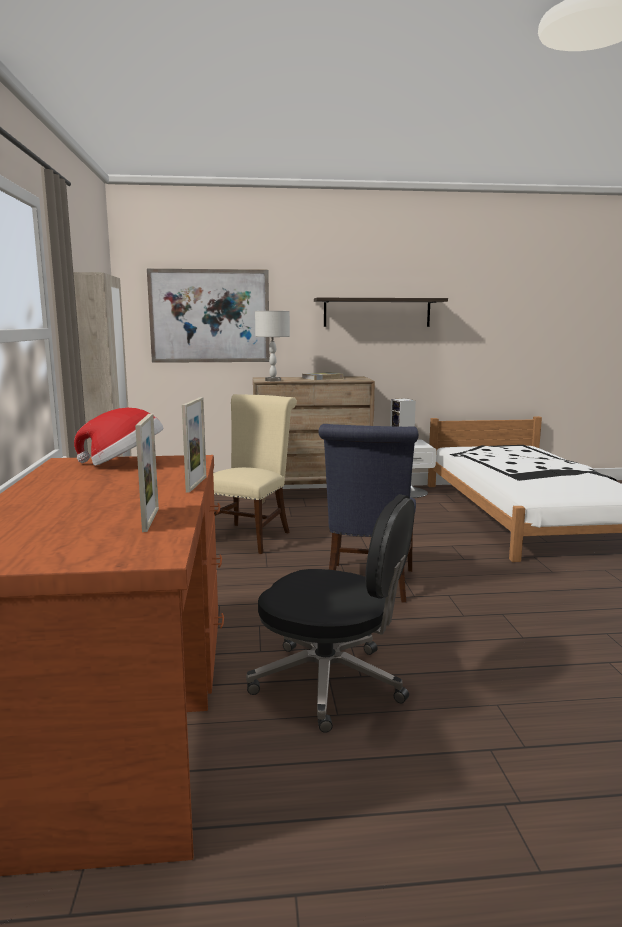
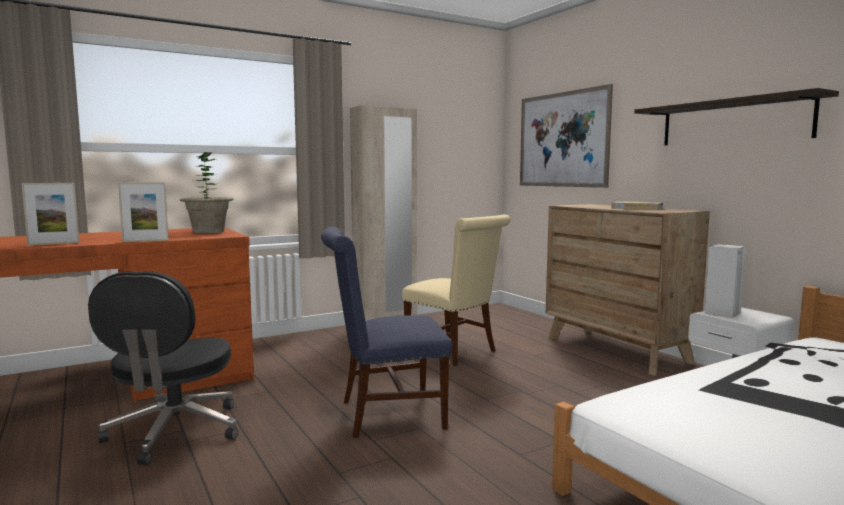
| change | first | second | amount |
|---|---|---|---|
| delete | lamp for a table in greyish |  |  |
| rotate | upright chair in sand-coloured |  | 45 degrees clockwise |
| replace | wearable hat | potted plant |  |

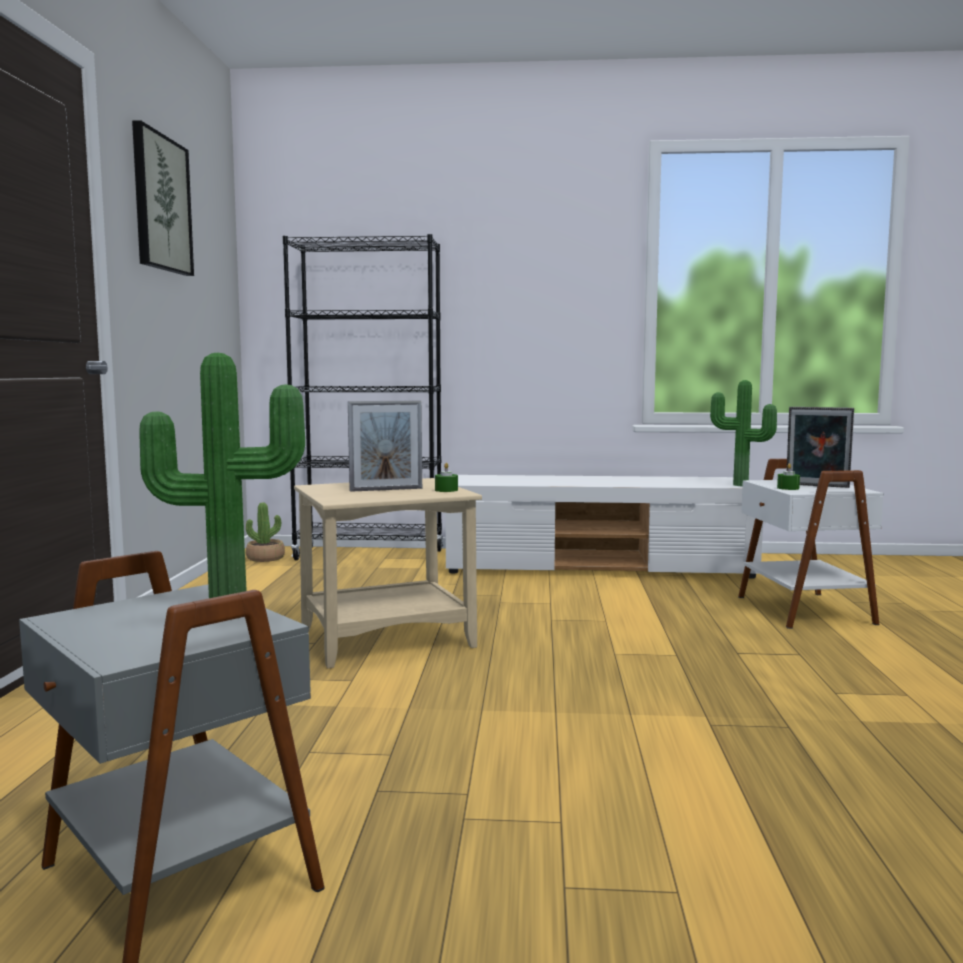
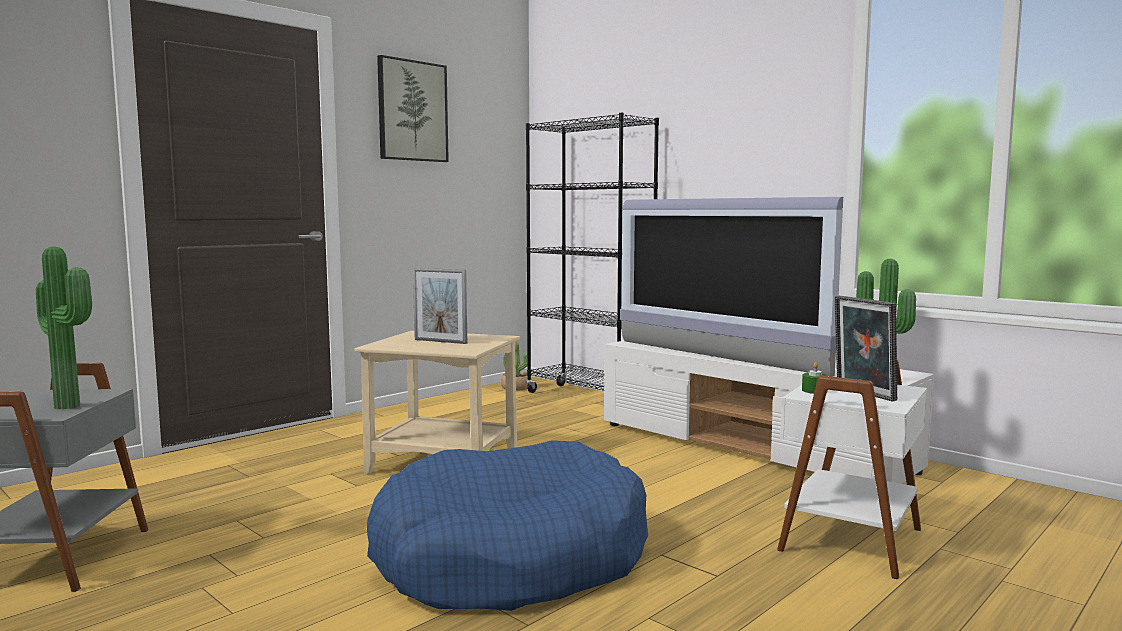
| change | first | second | amount |
|---|---|---|---|
| delete | wax candle in green (1st from left) |  |  |
| insert |  | TV set |  |
| insert |  | dog cushion in blue-coloured |  |

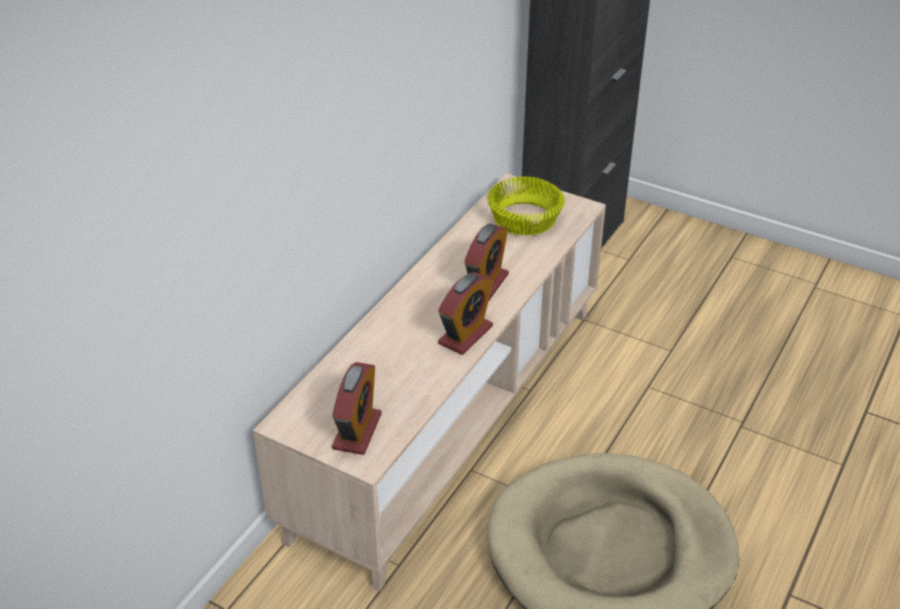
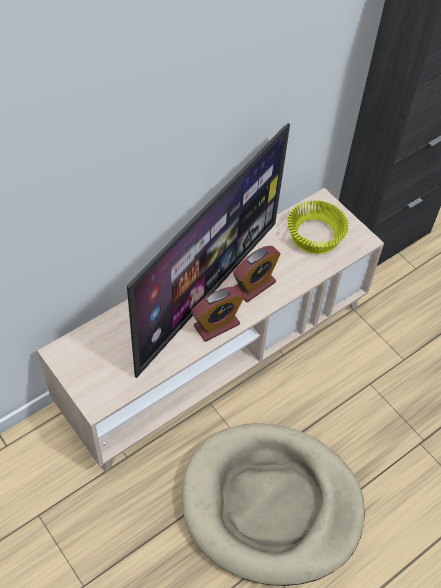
| change | first | second | amount |
|---|---|---|---|
| delete | bedside clock (1st from left) |  |  |
| insert |  | TV set |  |

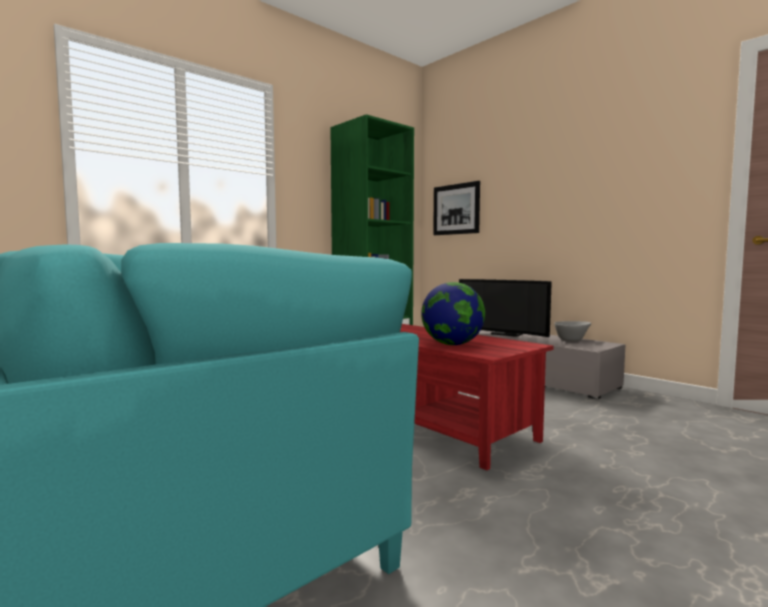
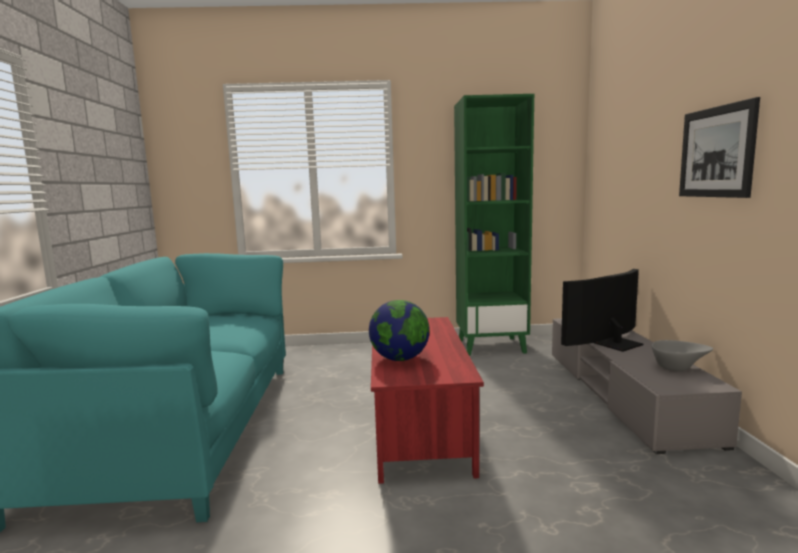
| change | first | second | amount |
|---|---|---|---|
| move | wall art |  |  |
| rotate | TV set |  | 75 degrees clockwise |

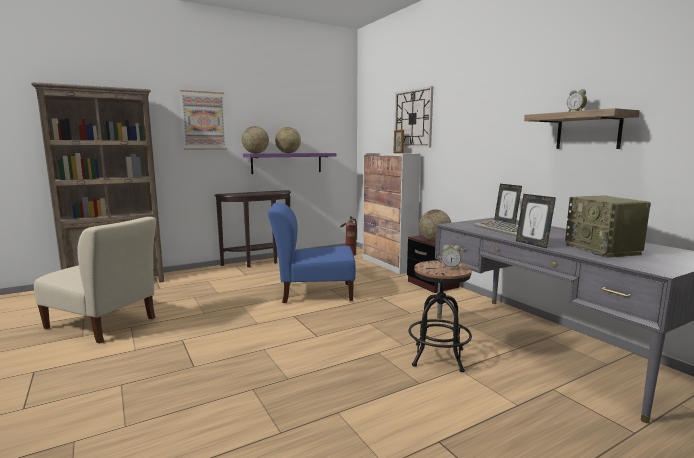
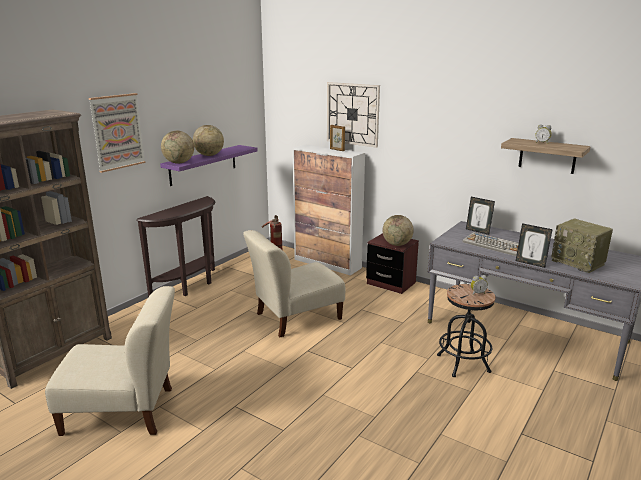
| change | first | second | amount |
|---|---|---|---|
| recolor | upright chair in blue-coloured | upright chair in sand-coloured (2nd from left) |  |

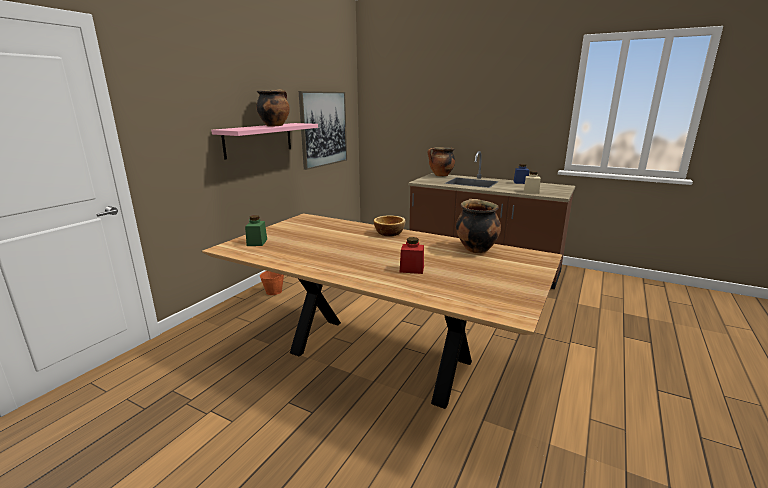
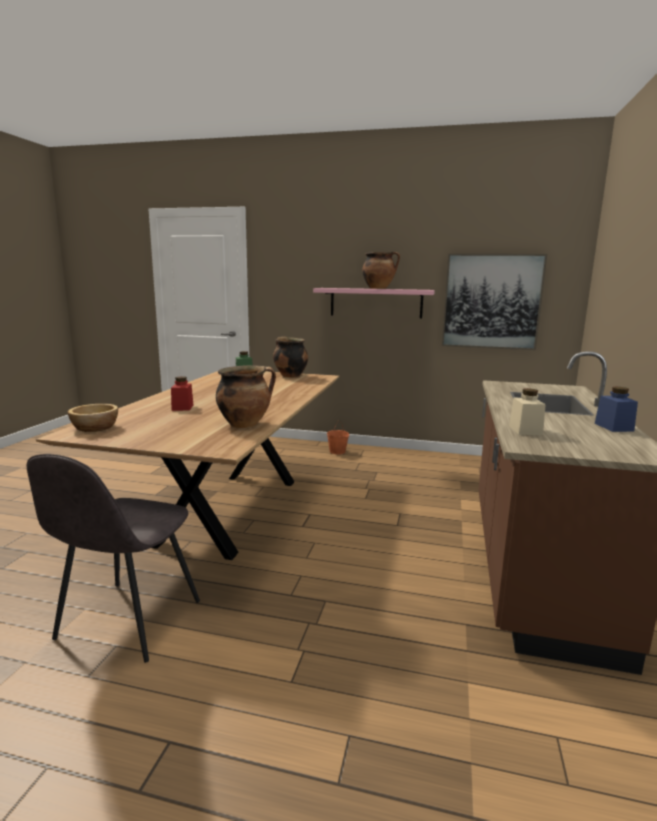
| change | first | second | amount |
|---|---|---|---|
| move | cooking pot (2nd from left) |  |  |
| move | serving bowl |  |  |
| insert |  | upright chair in greyish |  |

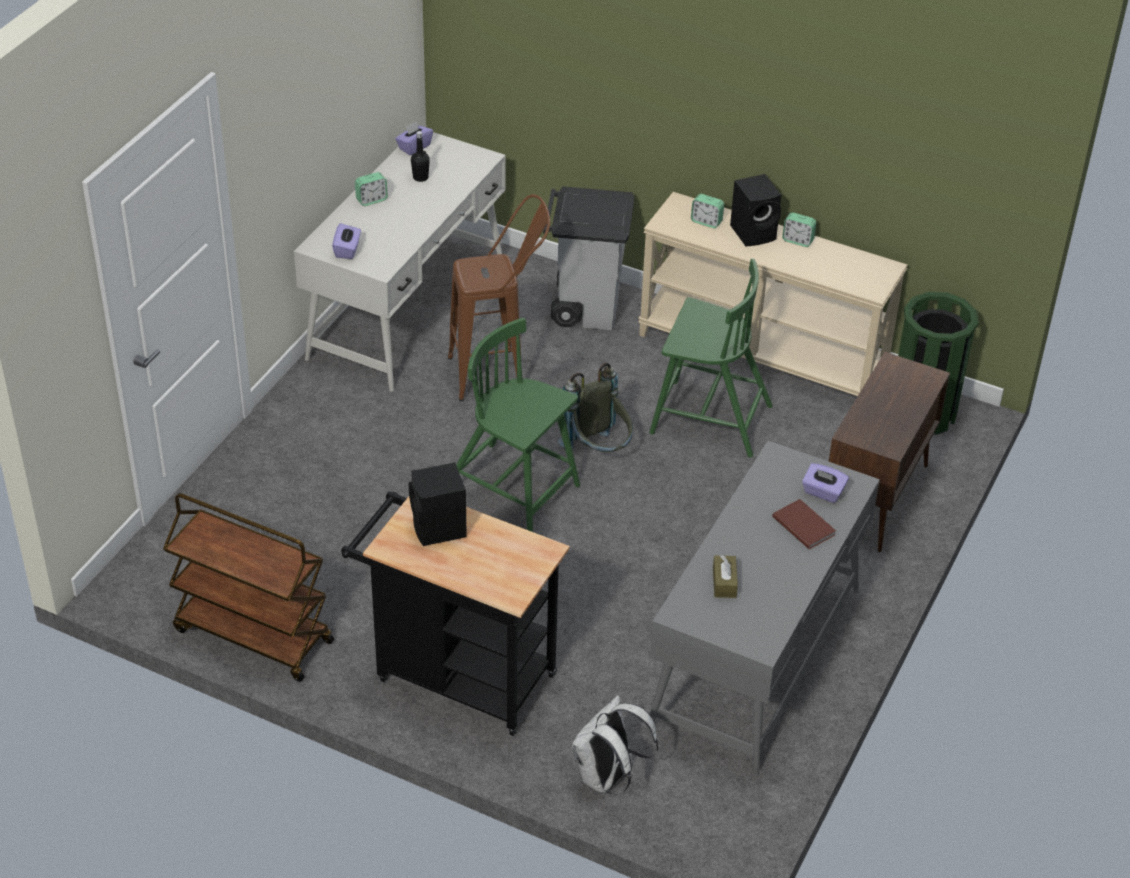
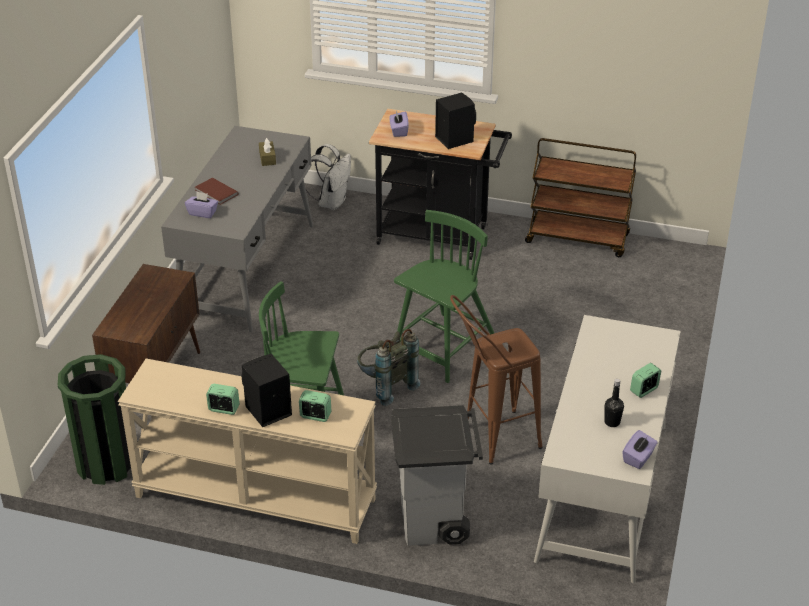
| change | first | second | amount |
|---|---|---|---|
| move | tissue holder in purple (1st from left in the first image) | tissue holder in purple (2nd from left) |  |
| rotate | upright chair in green (1st from left in the first image) | upright chair in green (2nd from left) | 75 degrees counterclockwise |

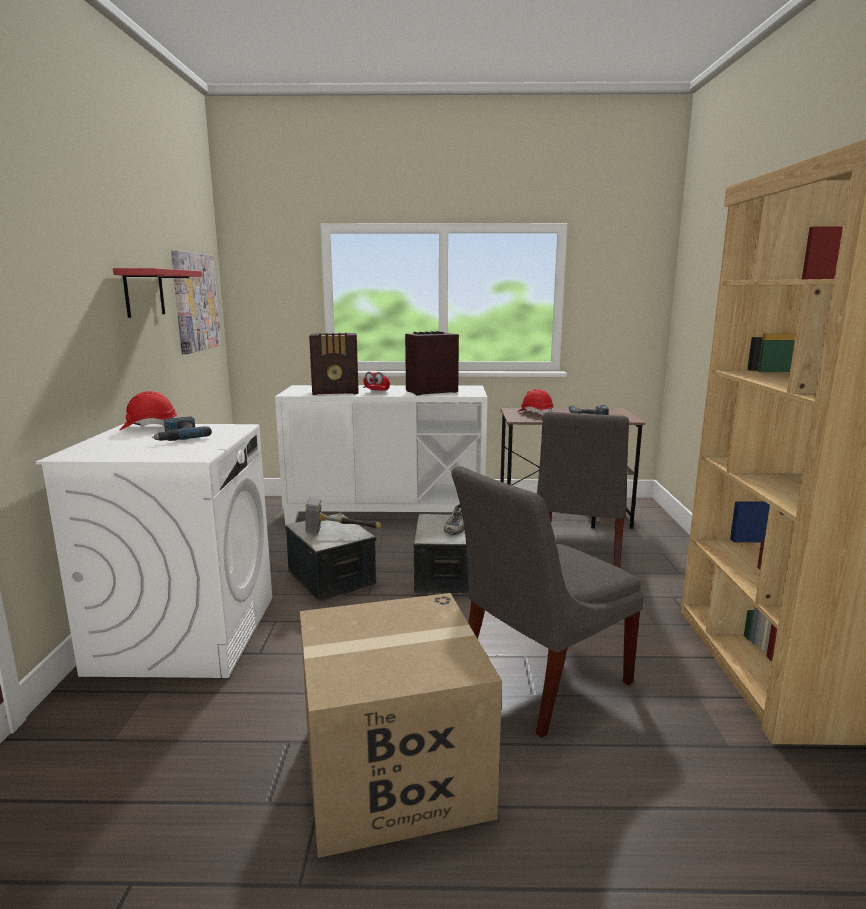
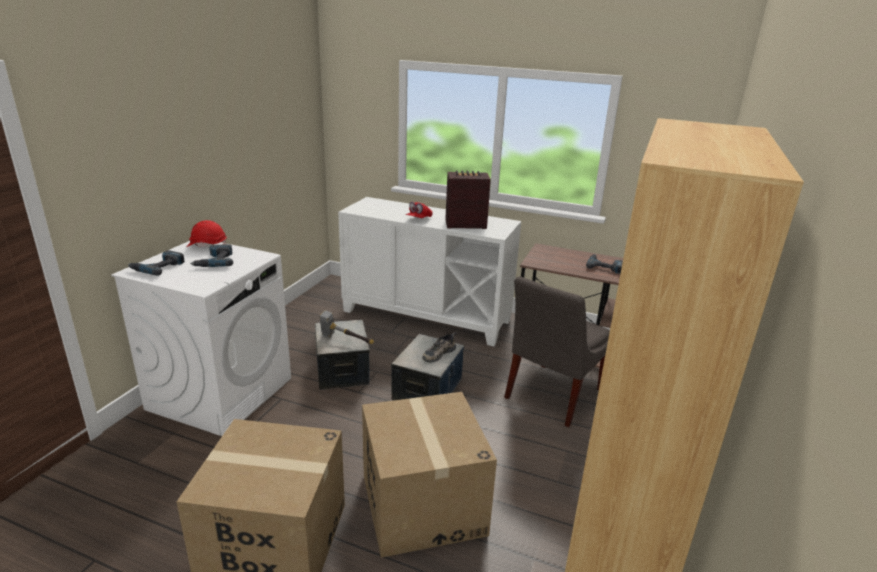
| change | first | second | amount |
|---|---|---|---|
| delete | wall art |  |  |
| delete | bracket shelf in red-coloured |  |  |
| delete | radio set (1st from left) |  |  |
| delete | work helmet in red-coloured (2nd from left) |  |  |
| replace | upright chair in greyish (1st from left) | packing box (2nd from left) |  |
| insert |  | drill (1st from left) |  |

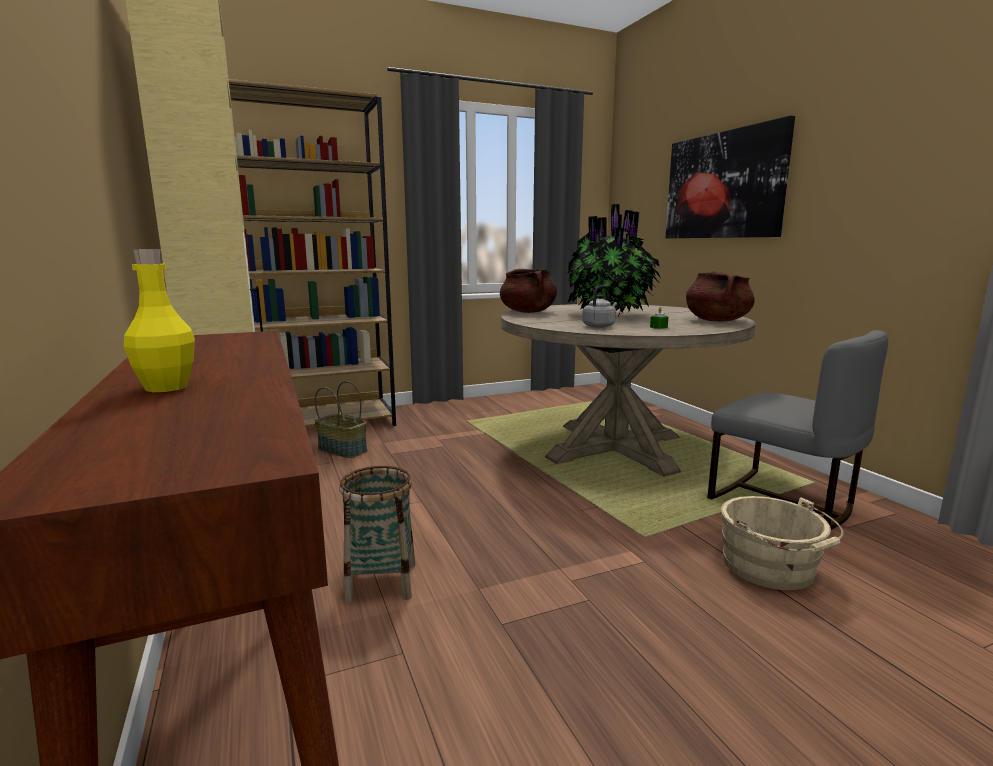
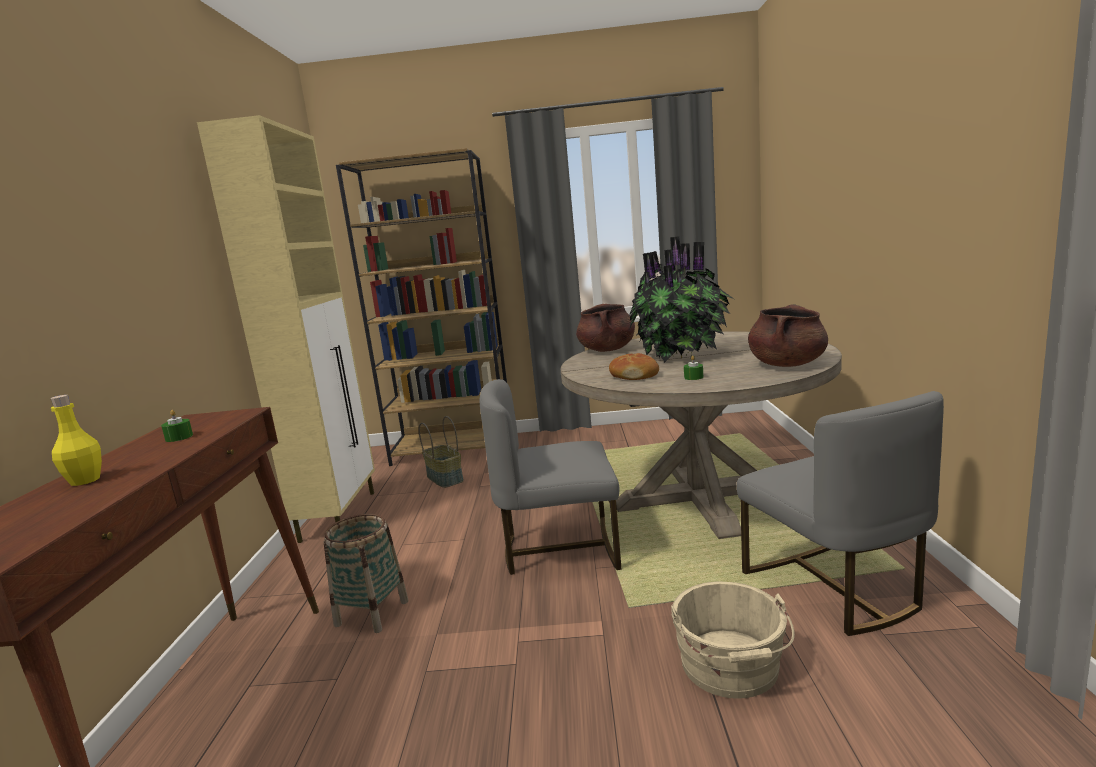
| change | first | second | amount |
|---|---|---|---|
| delete | wall art |  |  |
| replace | kettle in greyish | bread |  |
| insert |  | upright chair in greyish (1st from left) |  |
| insert |  | wax candle in green (1st from left) |  |

